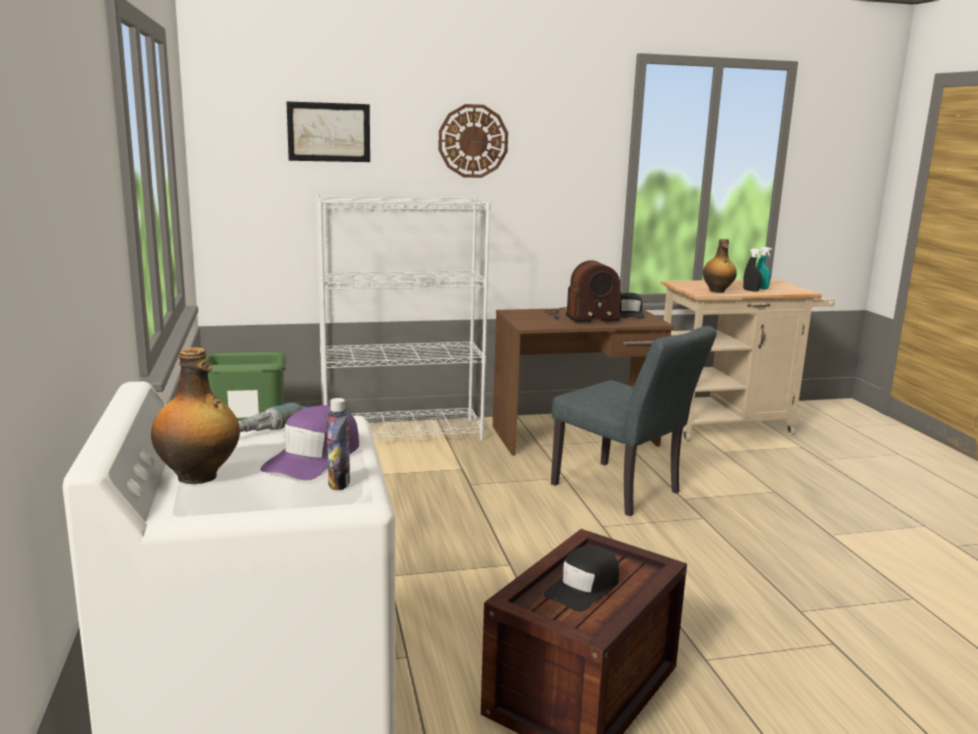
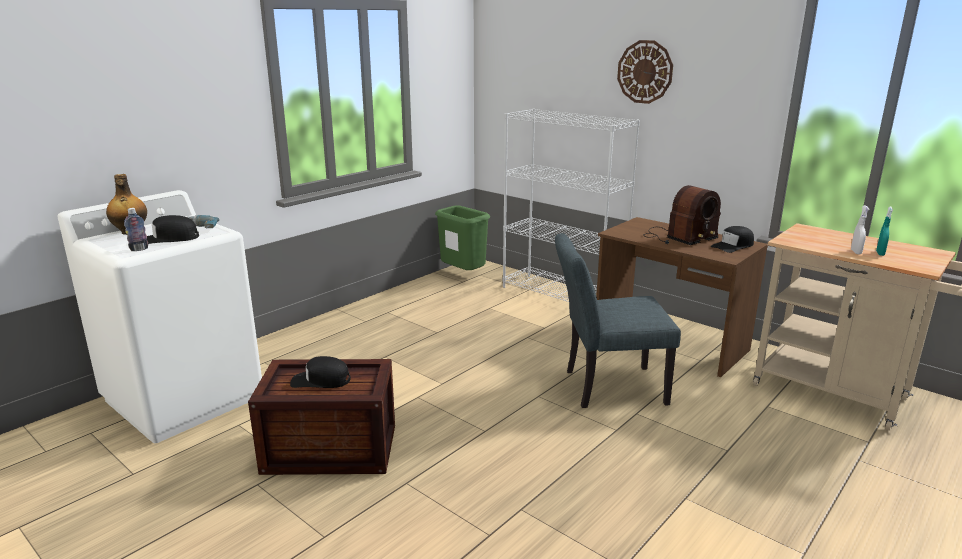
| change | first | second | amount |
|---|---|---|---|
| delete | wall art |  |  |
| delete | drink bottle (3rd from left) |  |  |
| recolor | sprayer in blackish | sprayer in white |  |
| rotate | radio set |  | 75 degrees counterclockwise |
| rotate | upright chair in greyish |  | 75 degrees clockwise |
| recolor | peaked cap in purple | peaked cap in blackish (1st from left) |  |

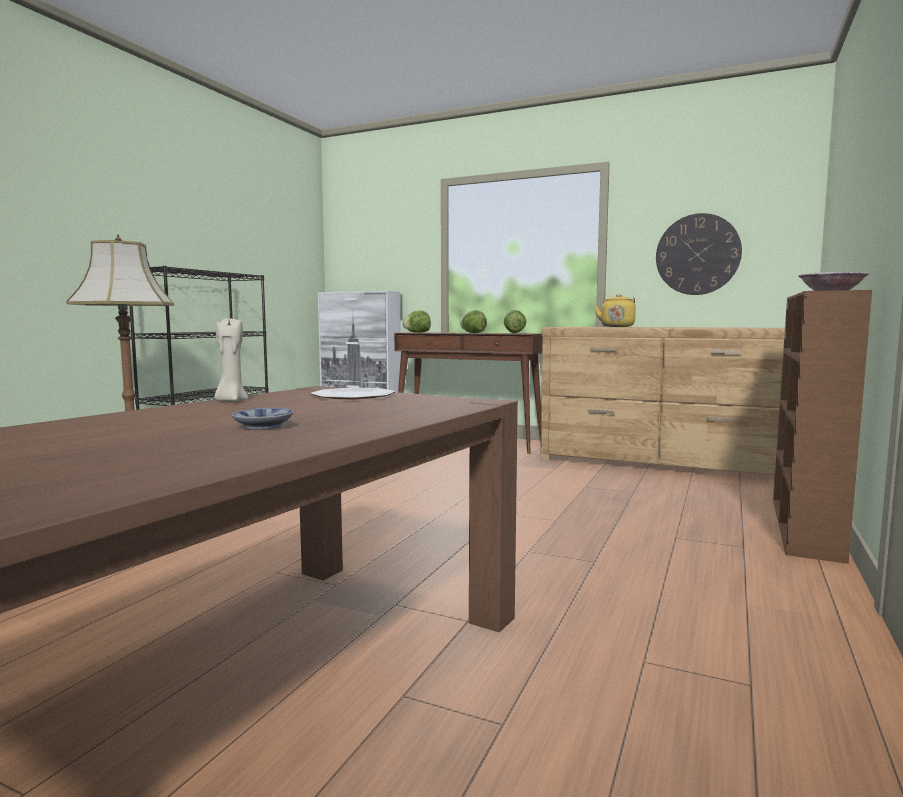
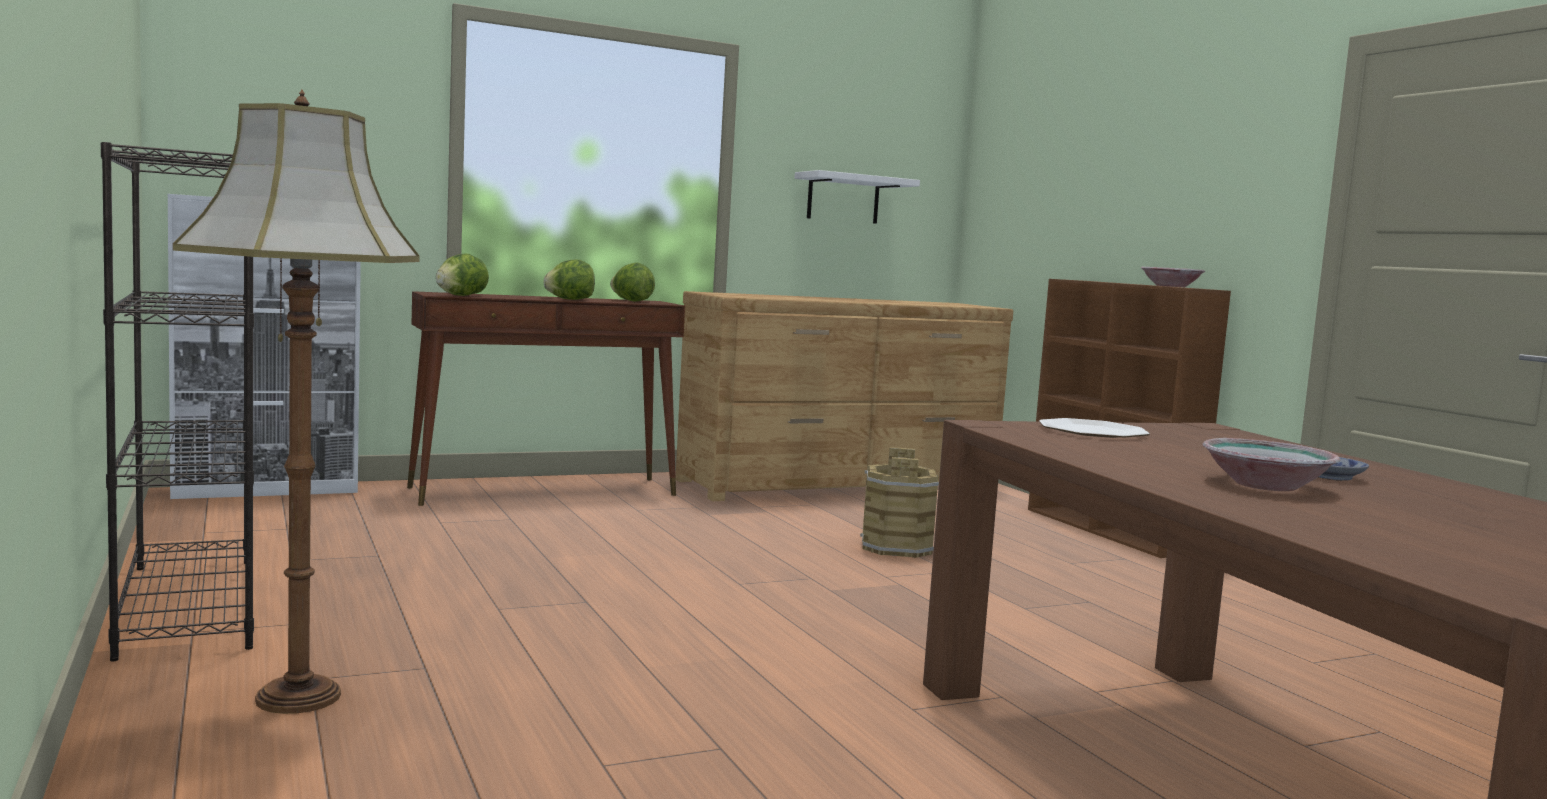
| change | first | second | amount |
|---|---|---|---|
| replace | wall clock | bracket shelf in white |  |
| delete | kettle in yellow |  |  |
| delete | wax candle in sand-coloured |  |  |
| insert |  | serving bowl (2nd from left) |  |
| insert |  | pail in brownish |  |

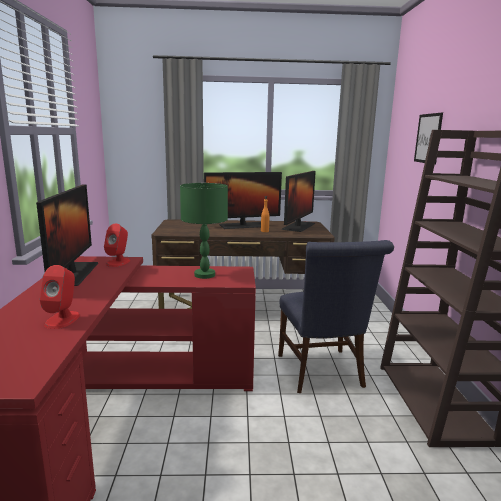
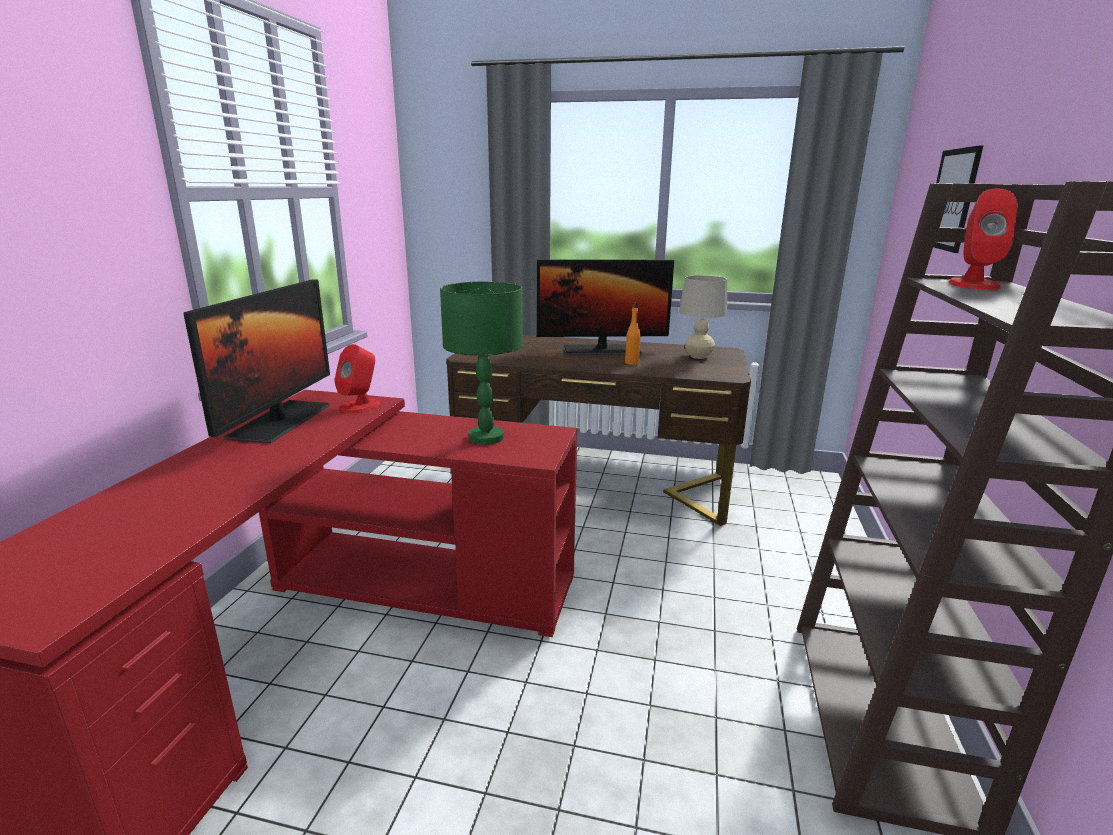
| change | first | second | amount |
|---|---|---|---|
| replace | monitor (3rd from left) | lamp for a table in sand-coloured |  |
| delete | upright chair in blue-coloured |  |  |
| move | loudspeaker in red-coloured (1st from left in the first image) | loudspeaker in red-coloured (2nd from left) |  |

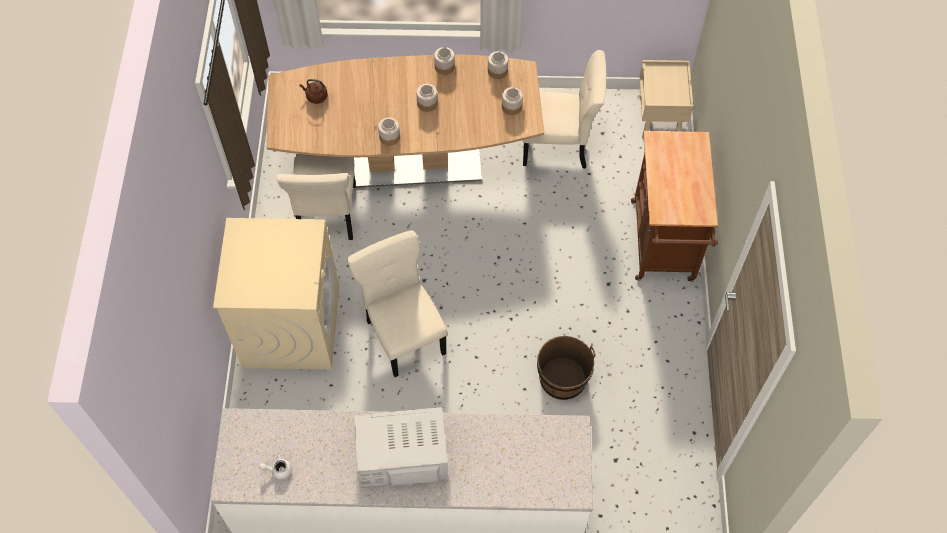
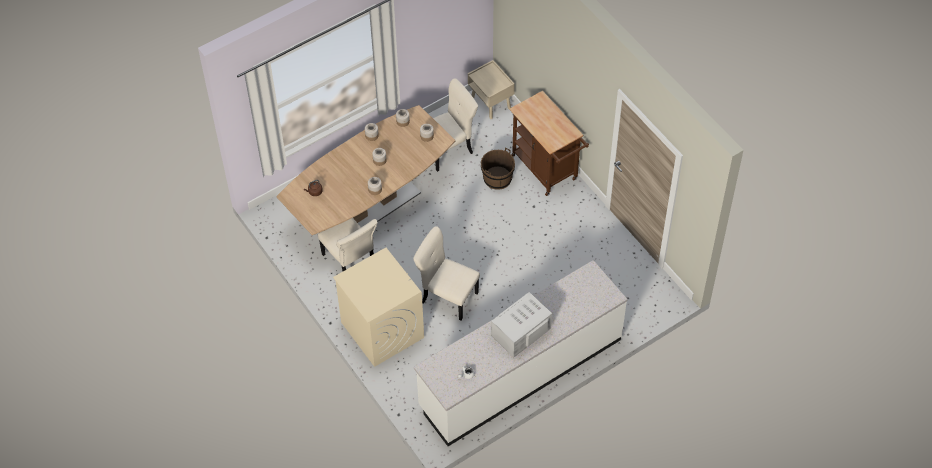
| change | first | second | amount |
|---|---|---|---|
| move | pail in brownish |  |  |

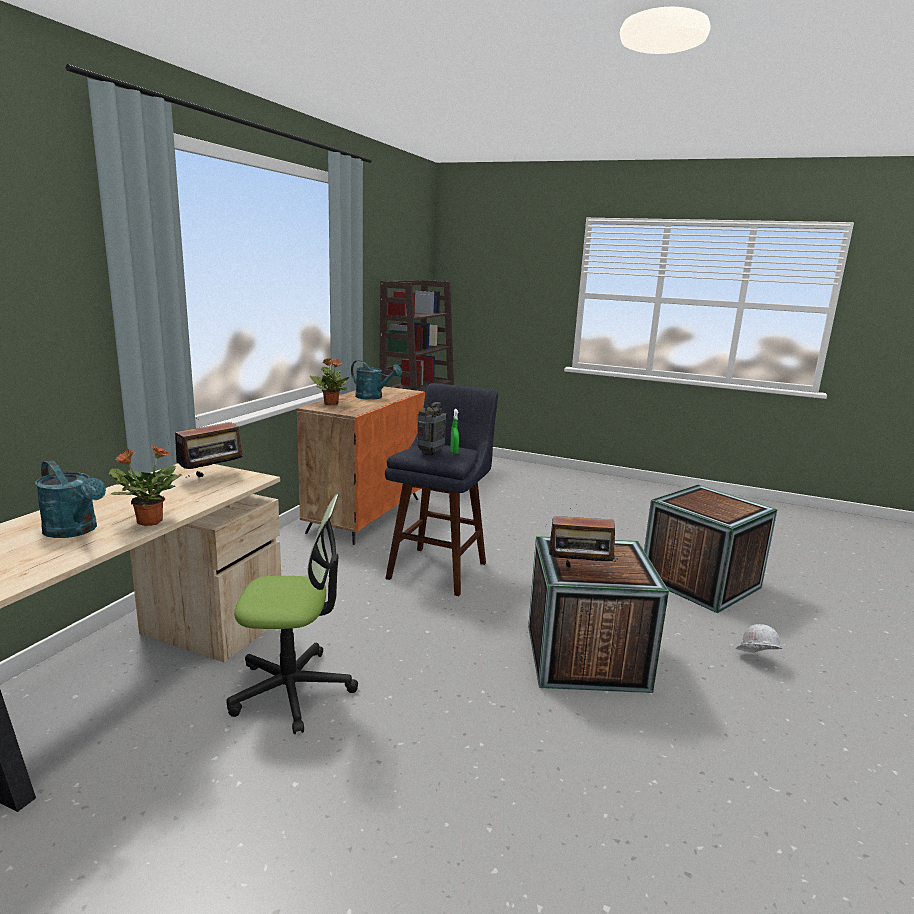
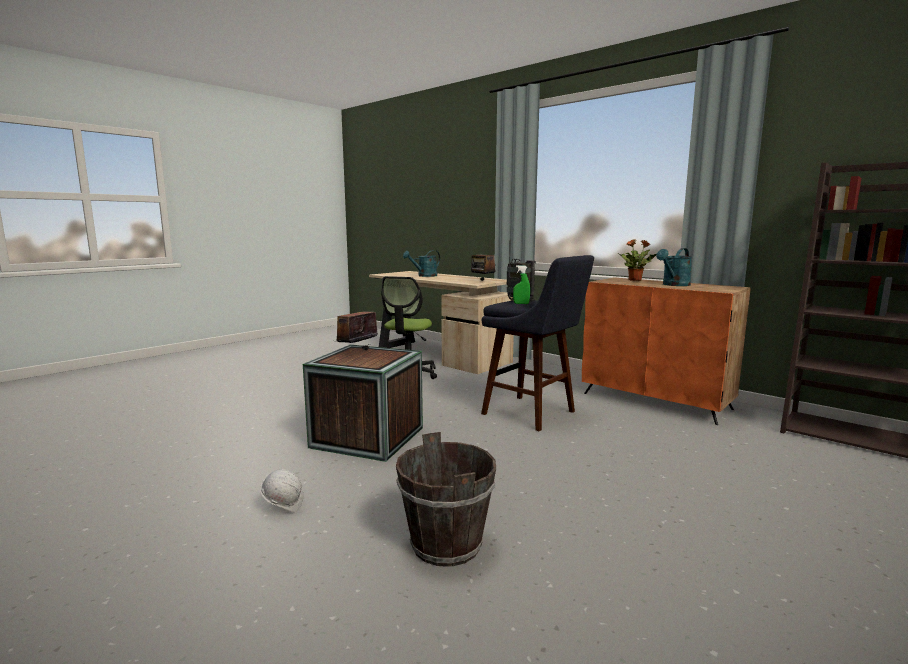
| change | first | second | amount |
|---|---|---|---|
| delete | potted plant (1st from left) |  |  |
| replace | packing crate (2nd from left) | pail in brownish |  |

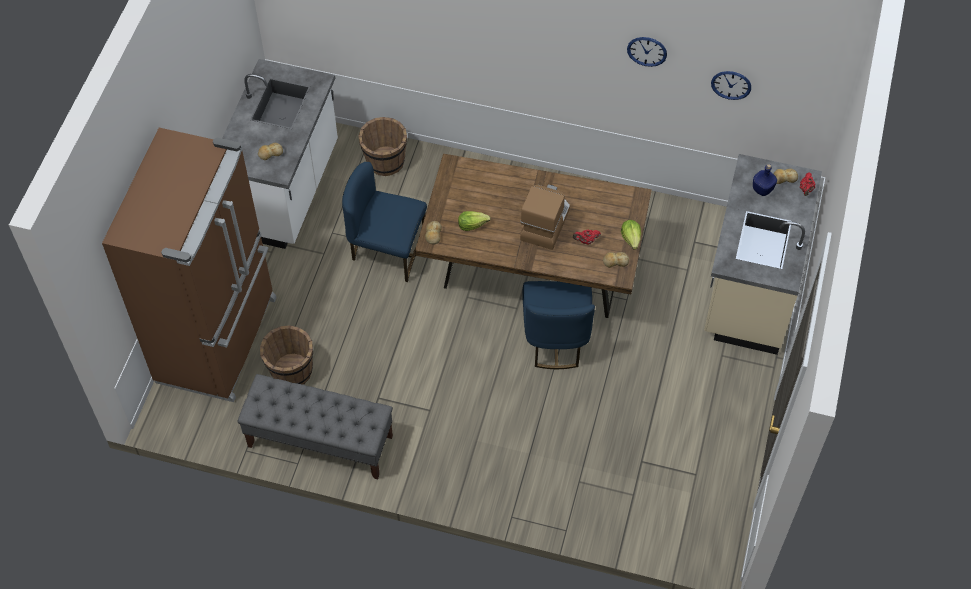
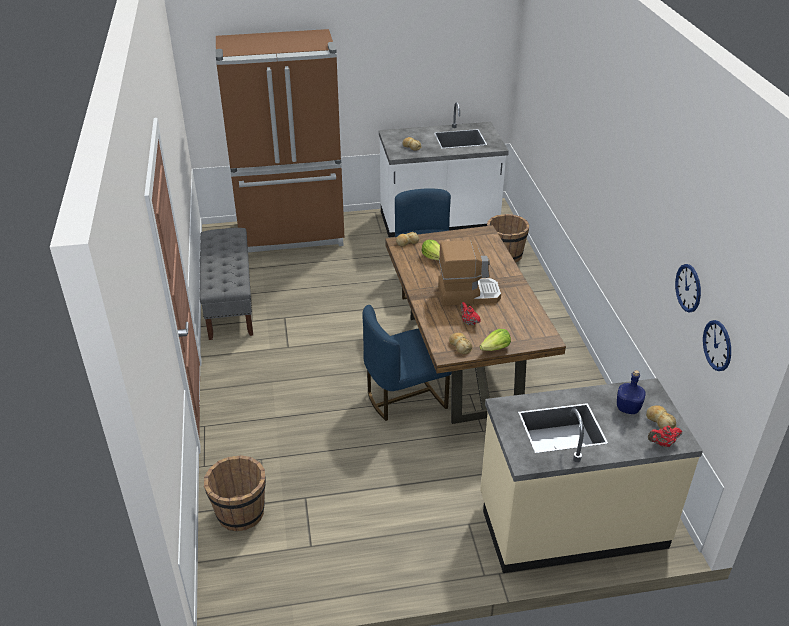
| change | first | second | amount |
|---|---|---|---|
| move | wall clock (1st from left in the first image) | wall clock (2nd from left) |  |
| move | pail in brownish (1st from left) |  |  |

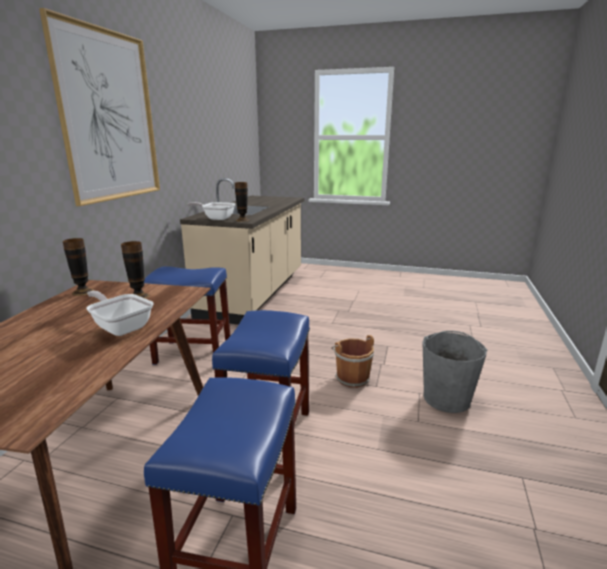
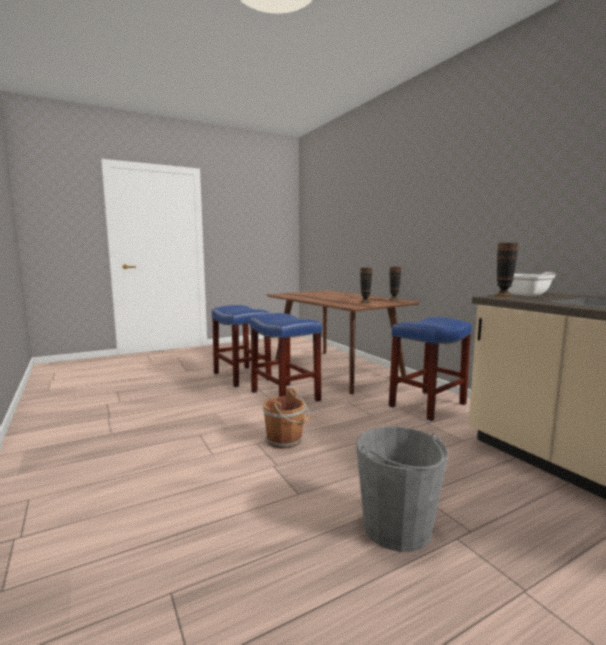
| change | first | second | amount |
|---|---|---|---|
| delete | wall art |  |  |
| delete | frying pan (1st from left) |  |  |
| move | pail in greyish |  |  |

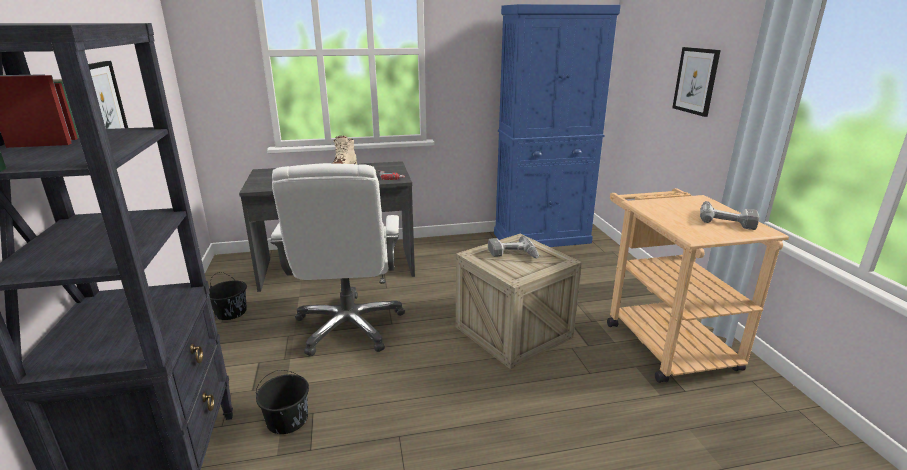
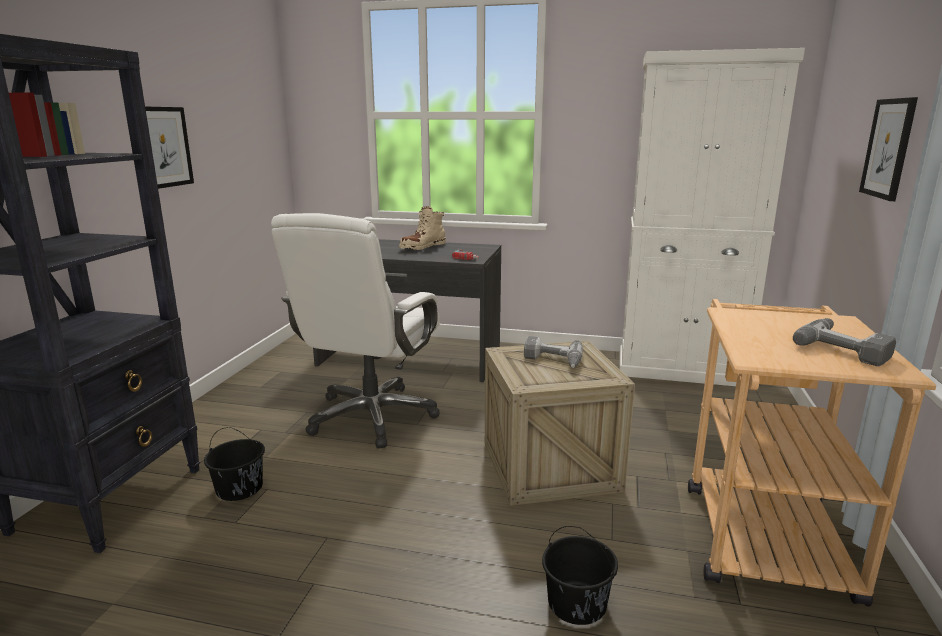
| change | first | second | amount |
|---|---|---|---|
| recolor | storage cabinet in blue-coloured | storage cabinet in white |  |
| move | pail in blackish (1st from left in the first image) | pail in blackish (2nd from left) |  |

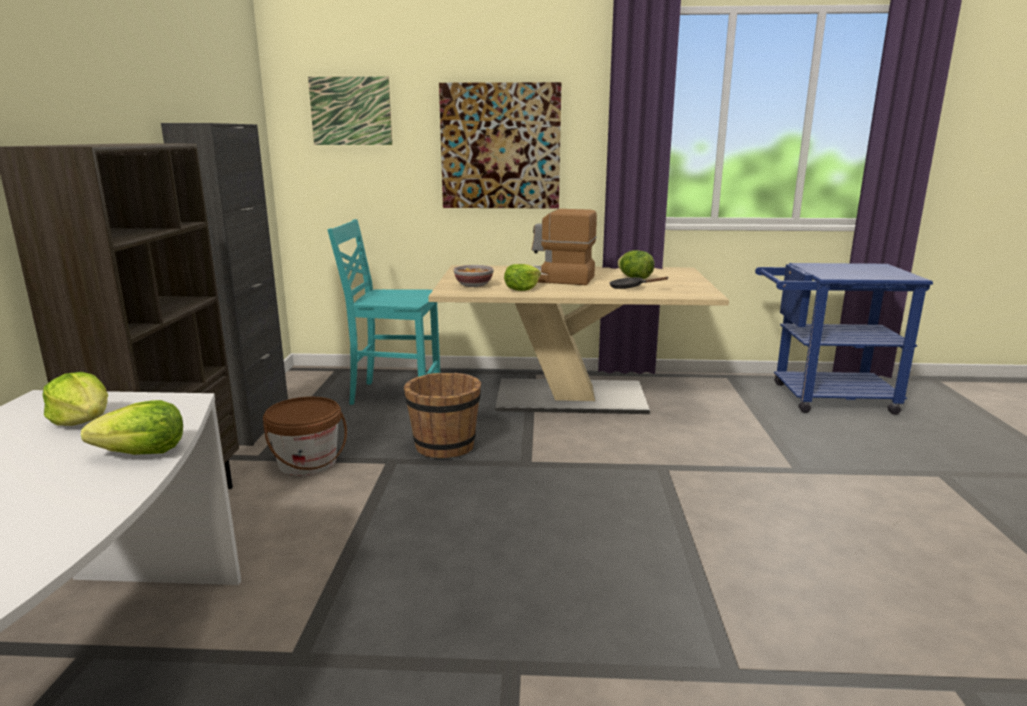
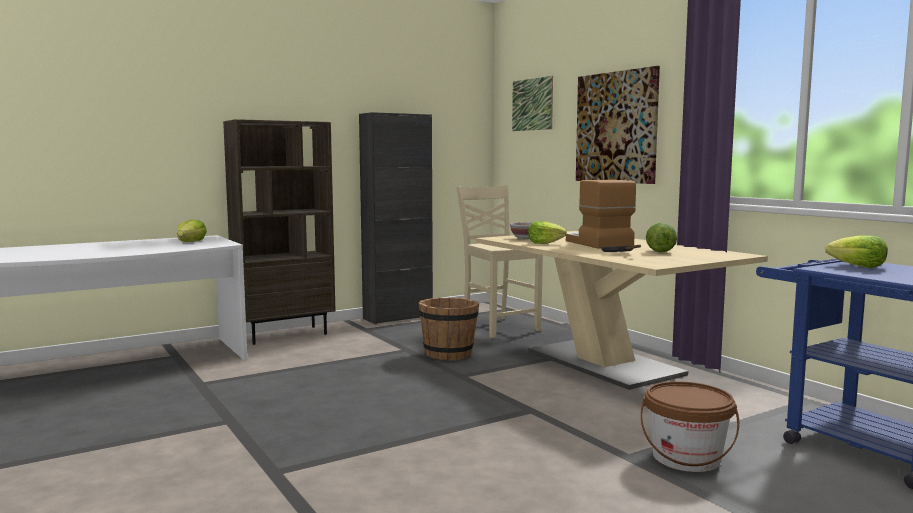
| change | first | second | amount |
|---|---|---|---|
| recolor | upright chair in blue-green | upright chair in sand-coloured |  |
| move | pail in brownish (1st from left in the first image) | pail in brownish (2nd from left) |  |
| move | head of lettuce (2nd from left in the first image) | head of lettuce (4th from left) |  |

